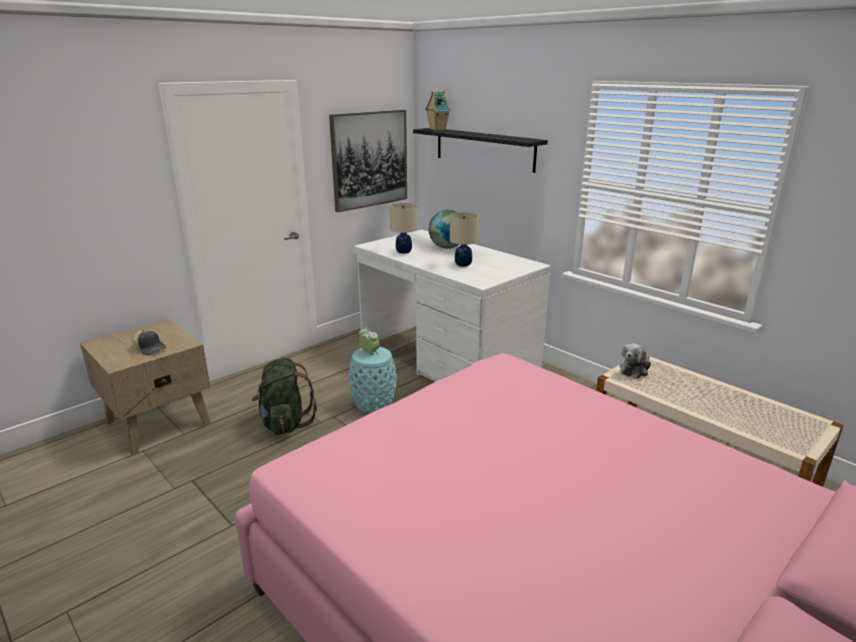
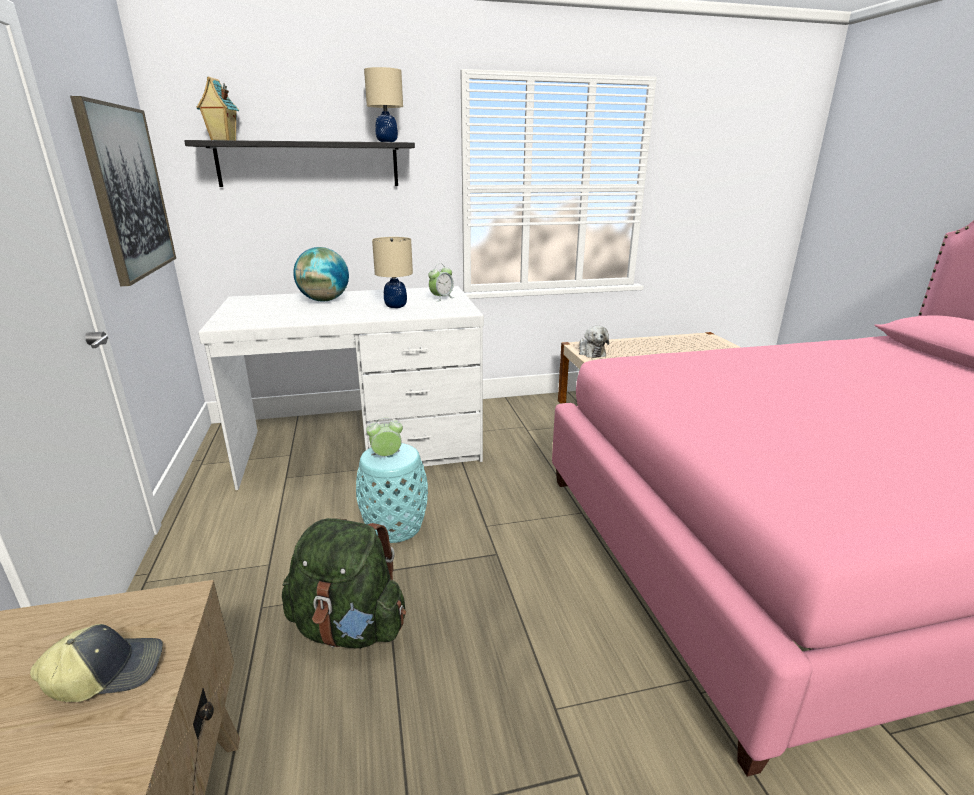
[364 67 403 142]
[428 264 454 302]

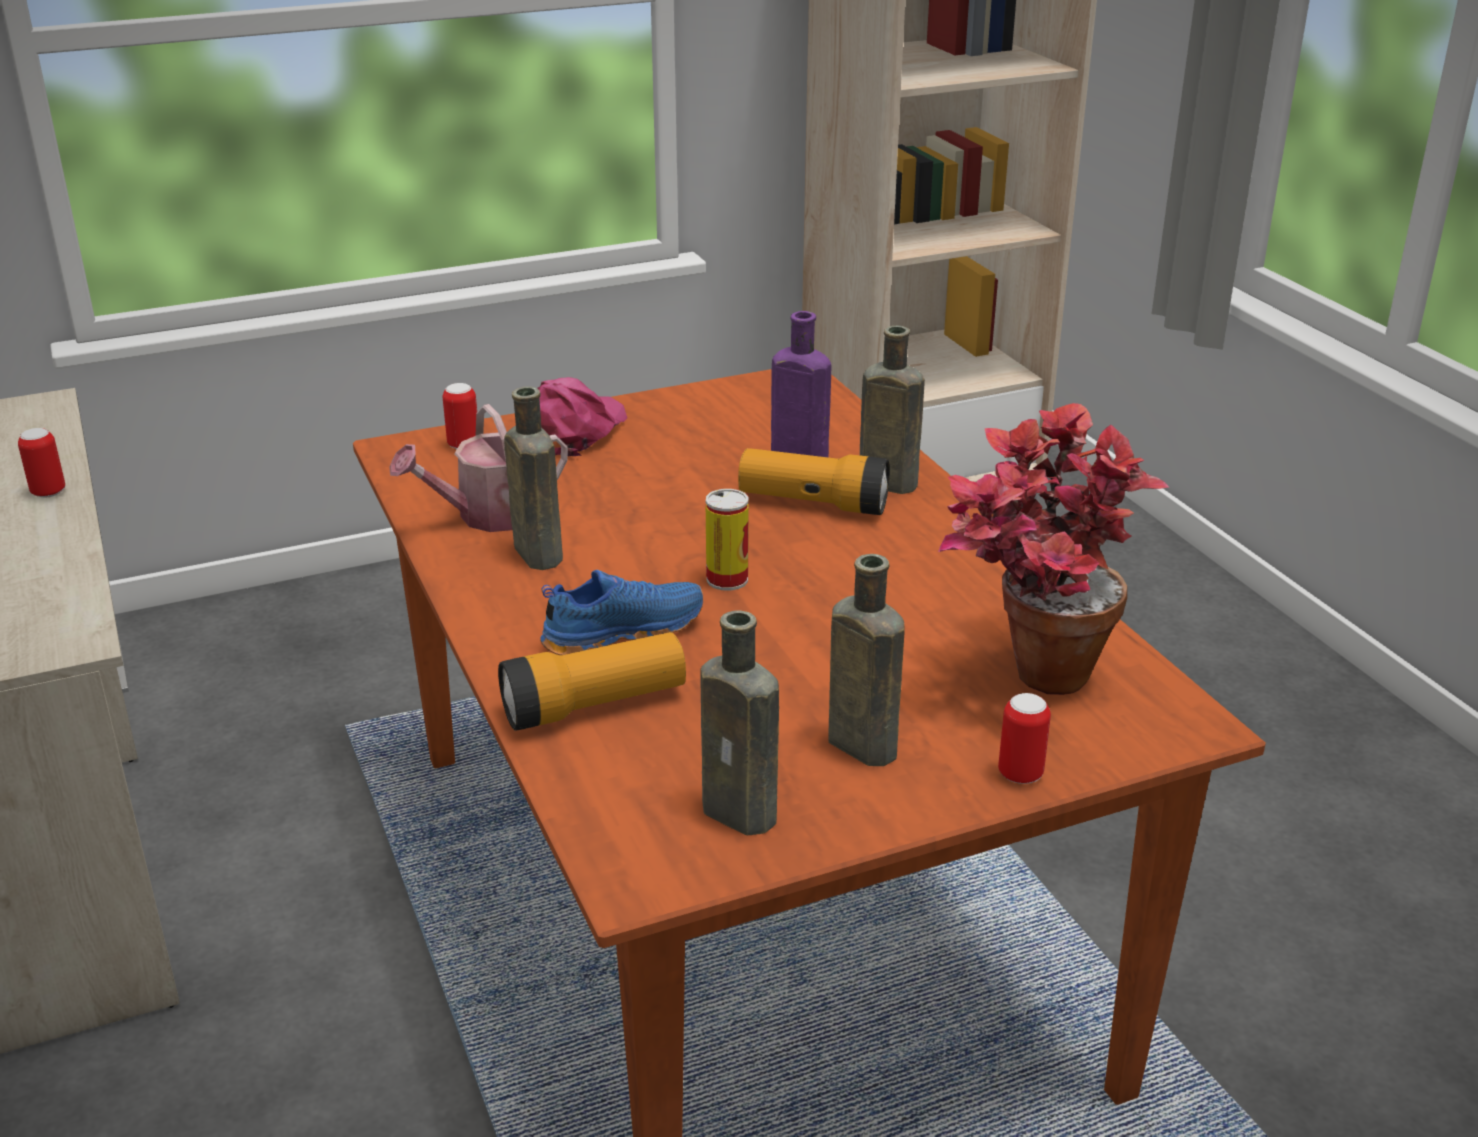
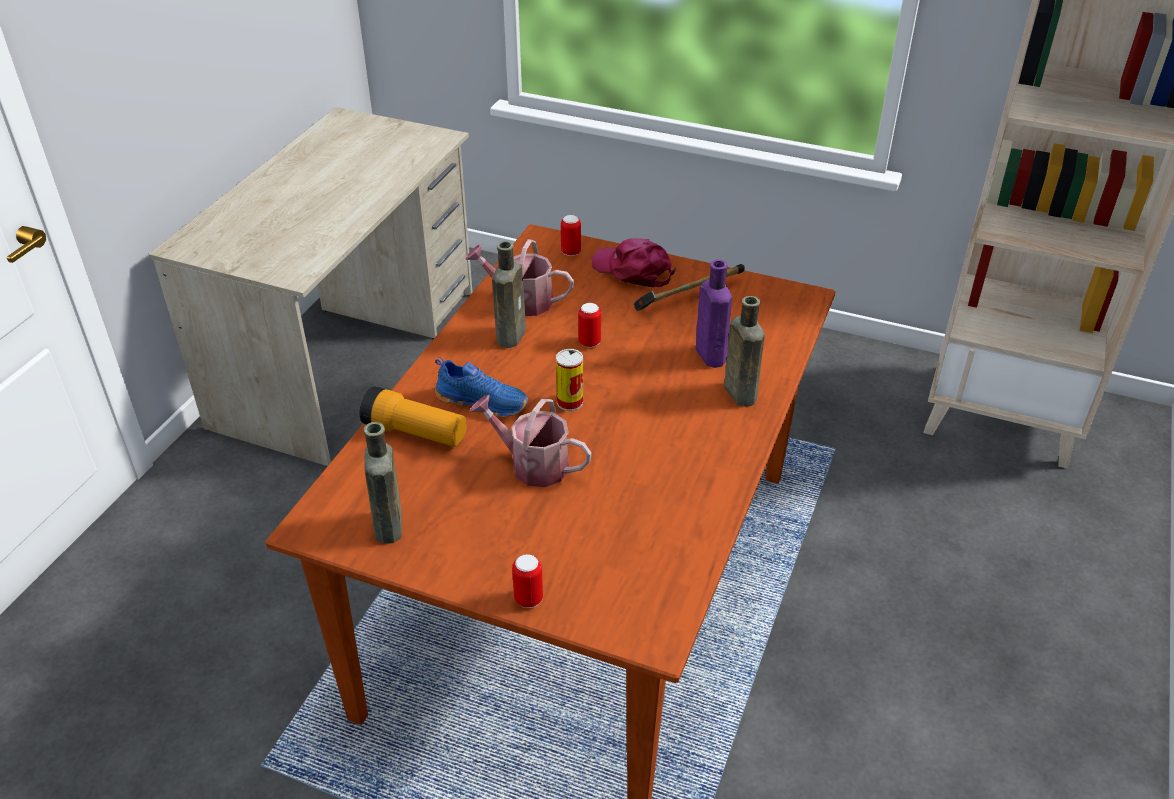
[469 395 592 487]
[578 303 601 347]
[591 238 676 287]
[634 264 745 311]
[738 448 890 515] (first image)
[828 554 905 766] (first image)
[938 403 1169 695] (first image)

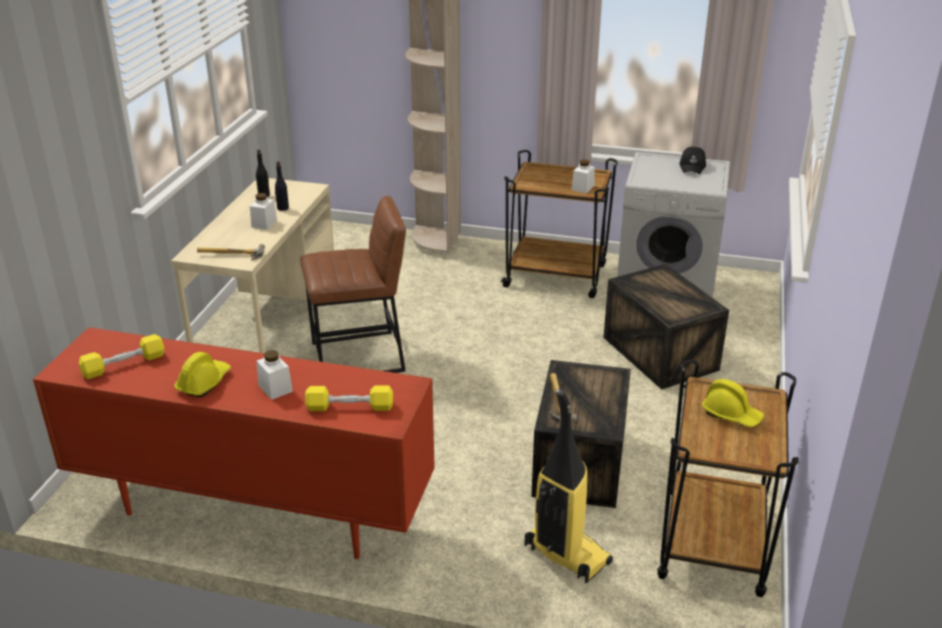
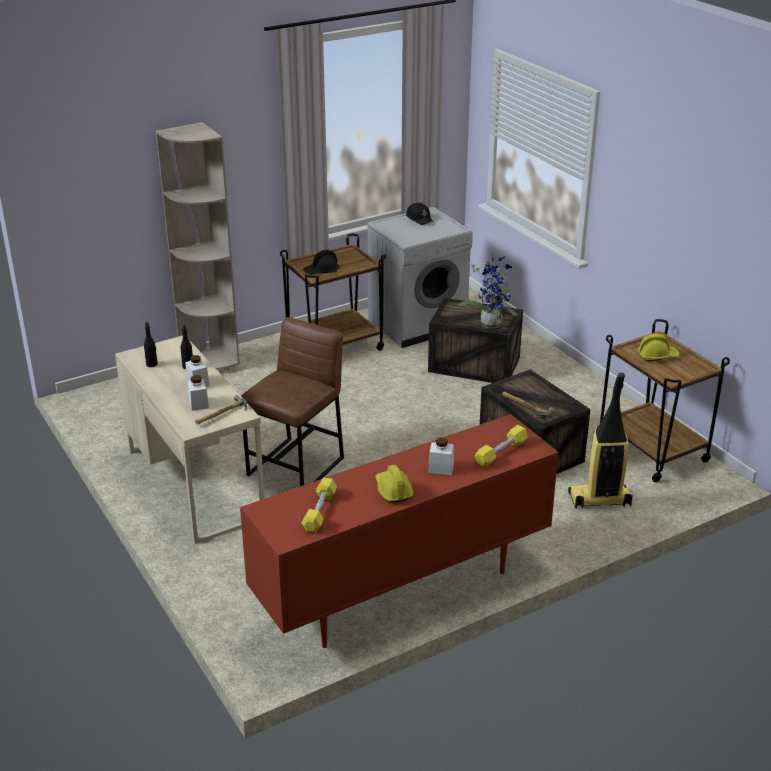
[187 375 209 411]
[303 250 339 275]
[458 255 517 329]

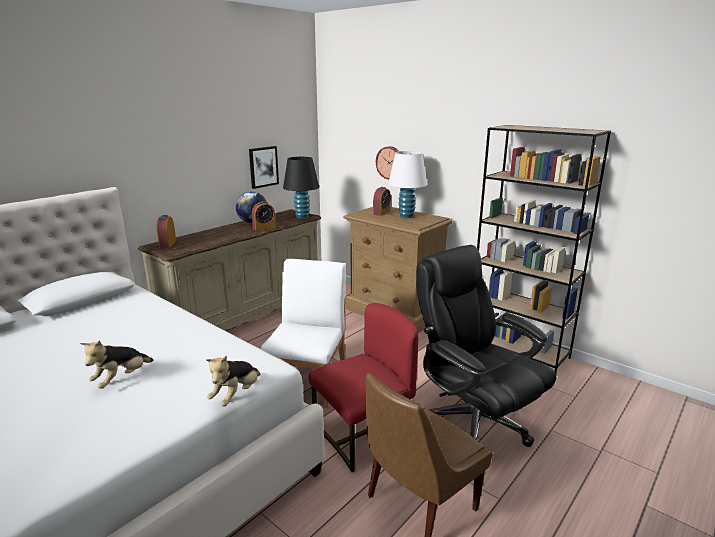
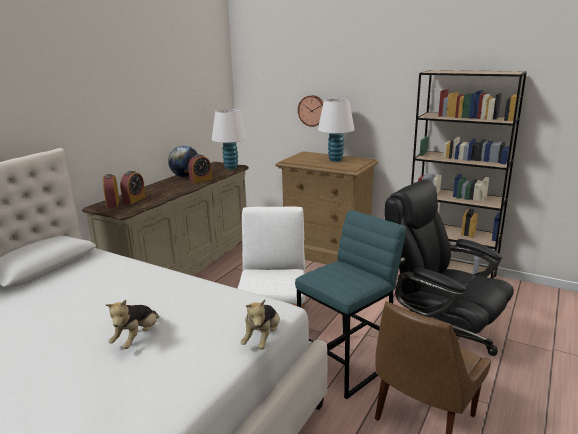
[120 171 146 204]
[212 109 247 169]
[295 211 406 399]
[249 146 279 189] (first image)

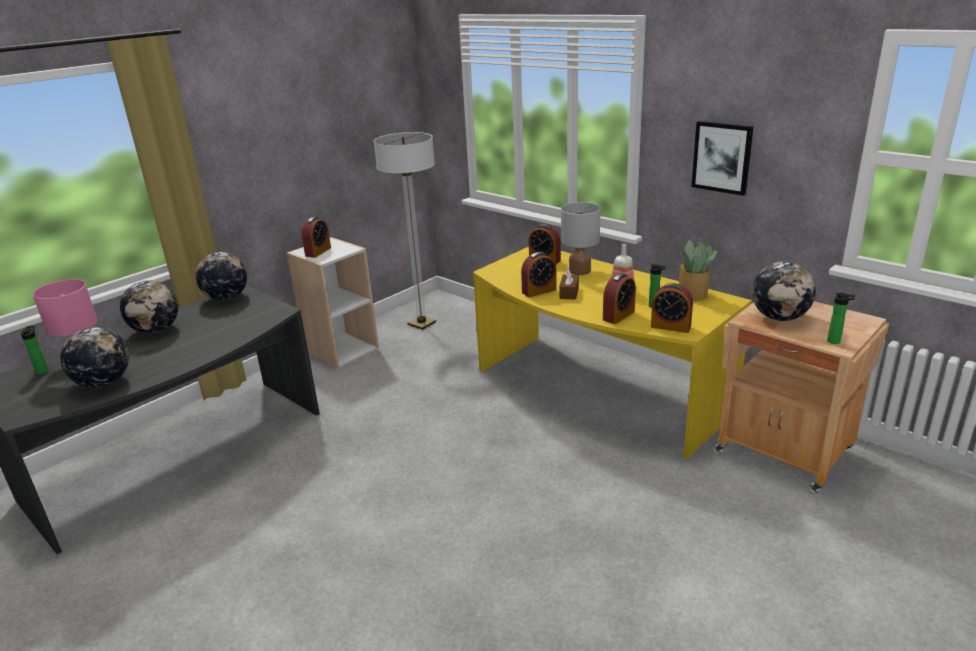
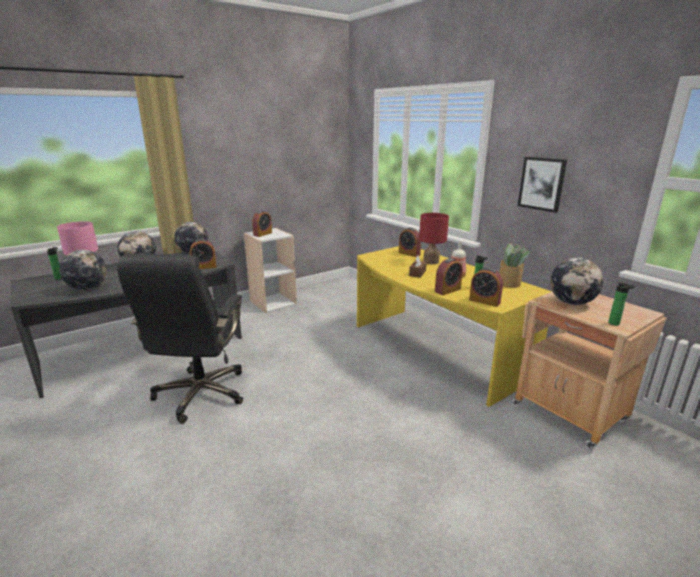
[117 253 243 424]
[190 239 216 269]
[419 213 449 264]
[374 132 436 330] (first image)

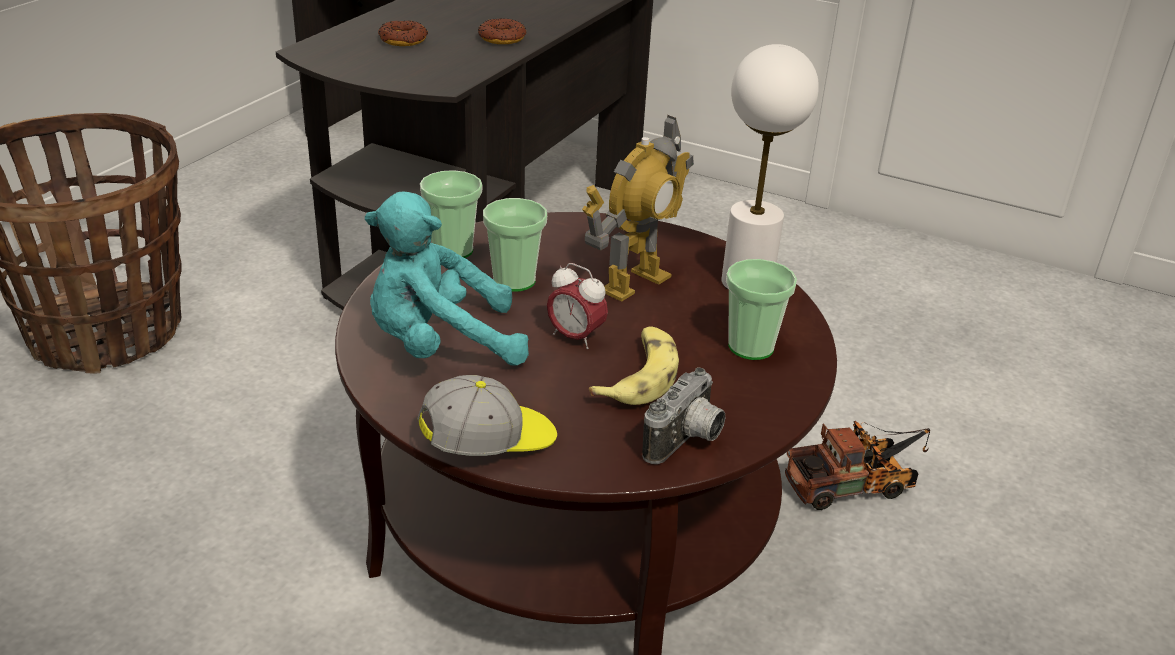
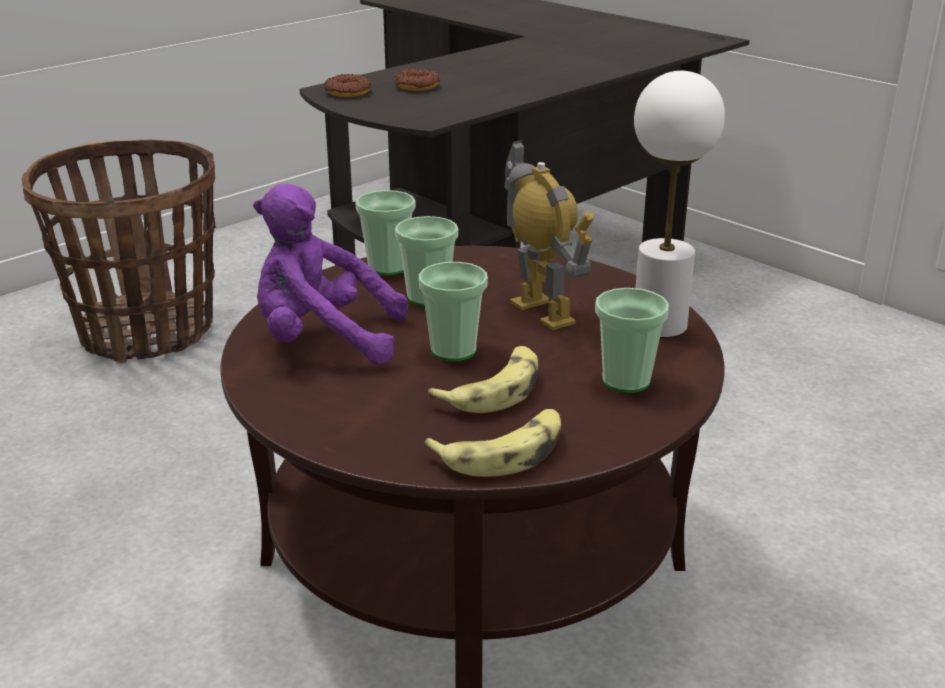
[253 184 408 364]
[324 74 371 97]
[419 262 488 361]
[424 409 561 477]
[504 140 594 330]
[418 375 557 456] (first image)
[785 421 930 510] (first image)

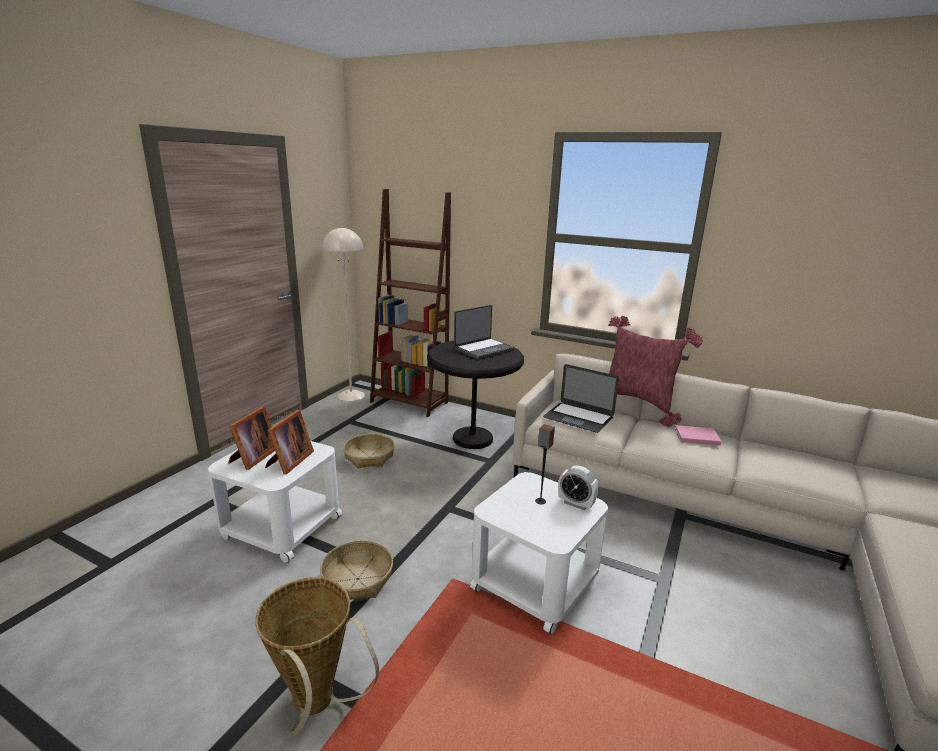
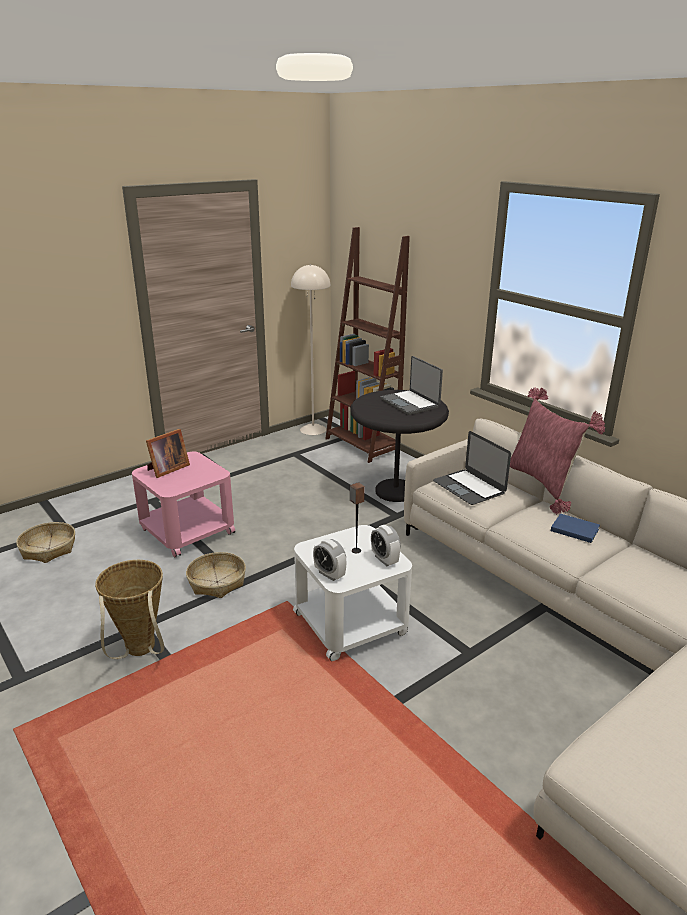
[16 522 75 563]
[132 452 235 558]
[313 539 346 581]
[380 356 443 415]
[551 513 600 543]
[265 410 314 474] (first image)

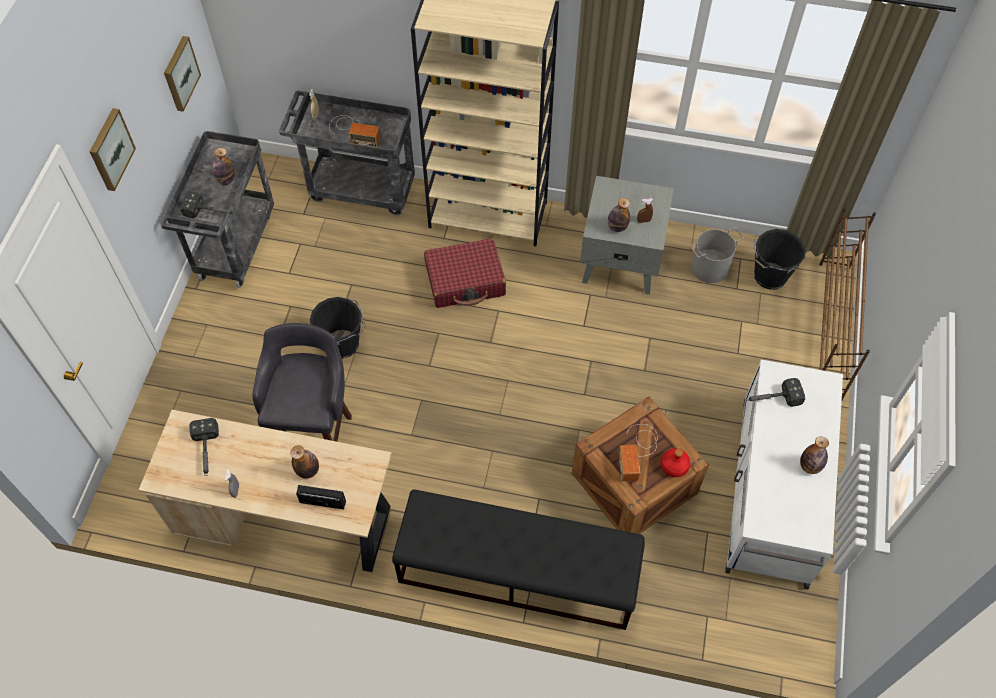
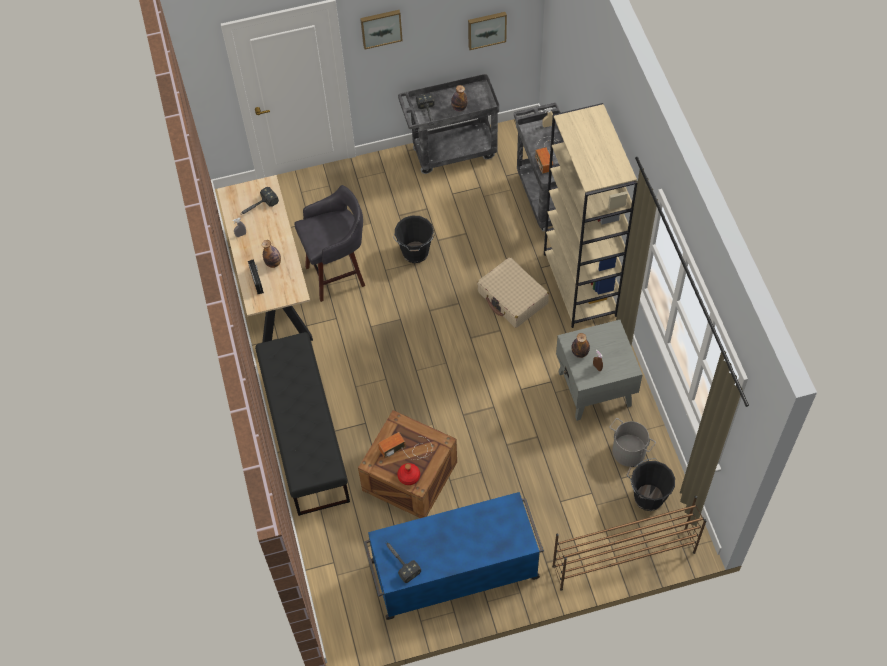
[364 492 544 620]
[385 542 421 583]
[477 257 549 328]
[800 436 829 474] (first image)

